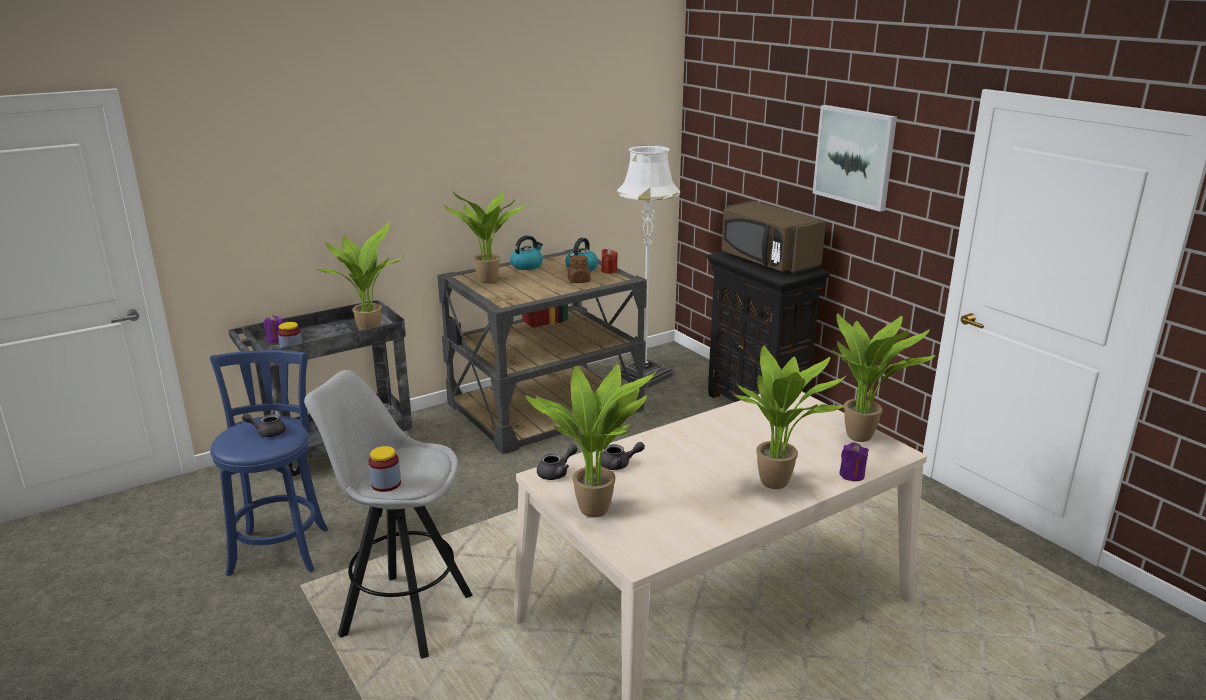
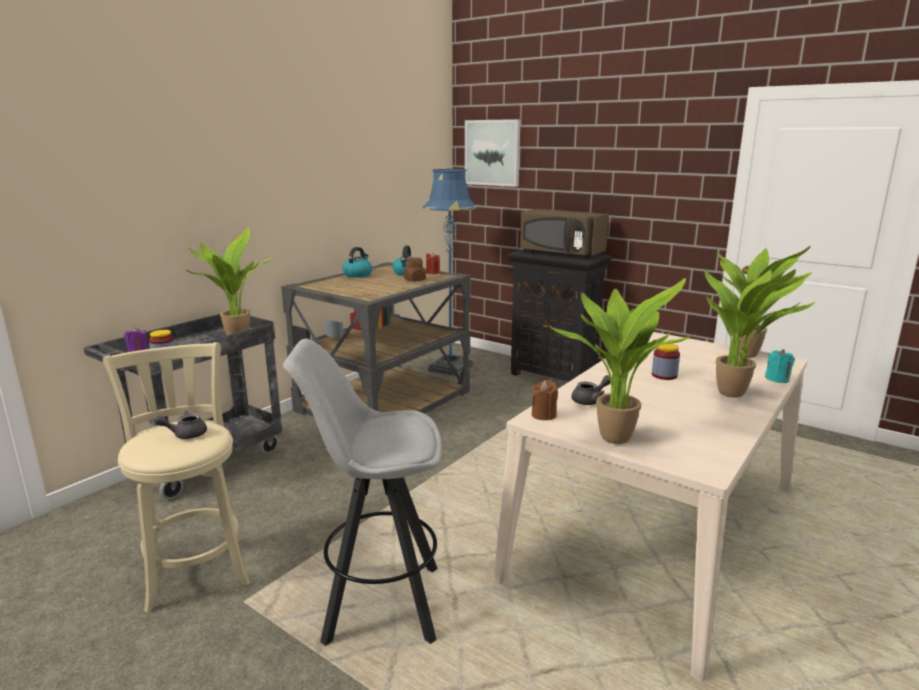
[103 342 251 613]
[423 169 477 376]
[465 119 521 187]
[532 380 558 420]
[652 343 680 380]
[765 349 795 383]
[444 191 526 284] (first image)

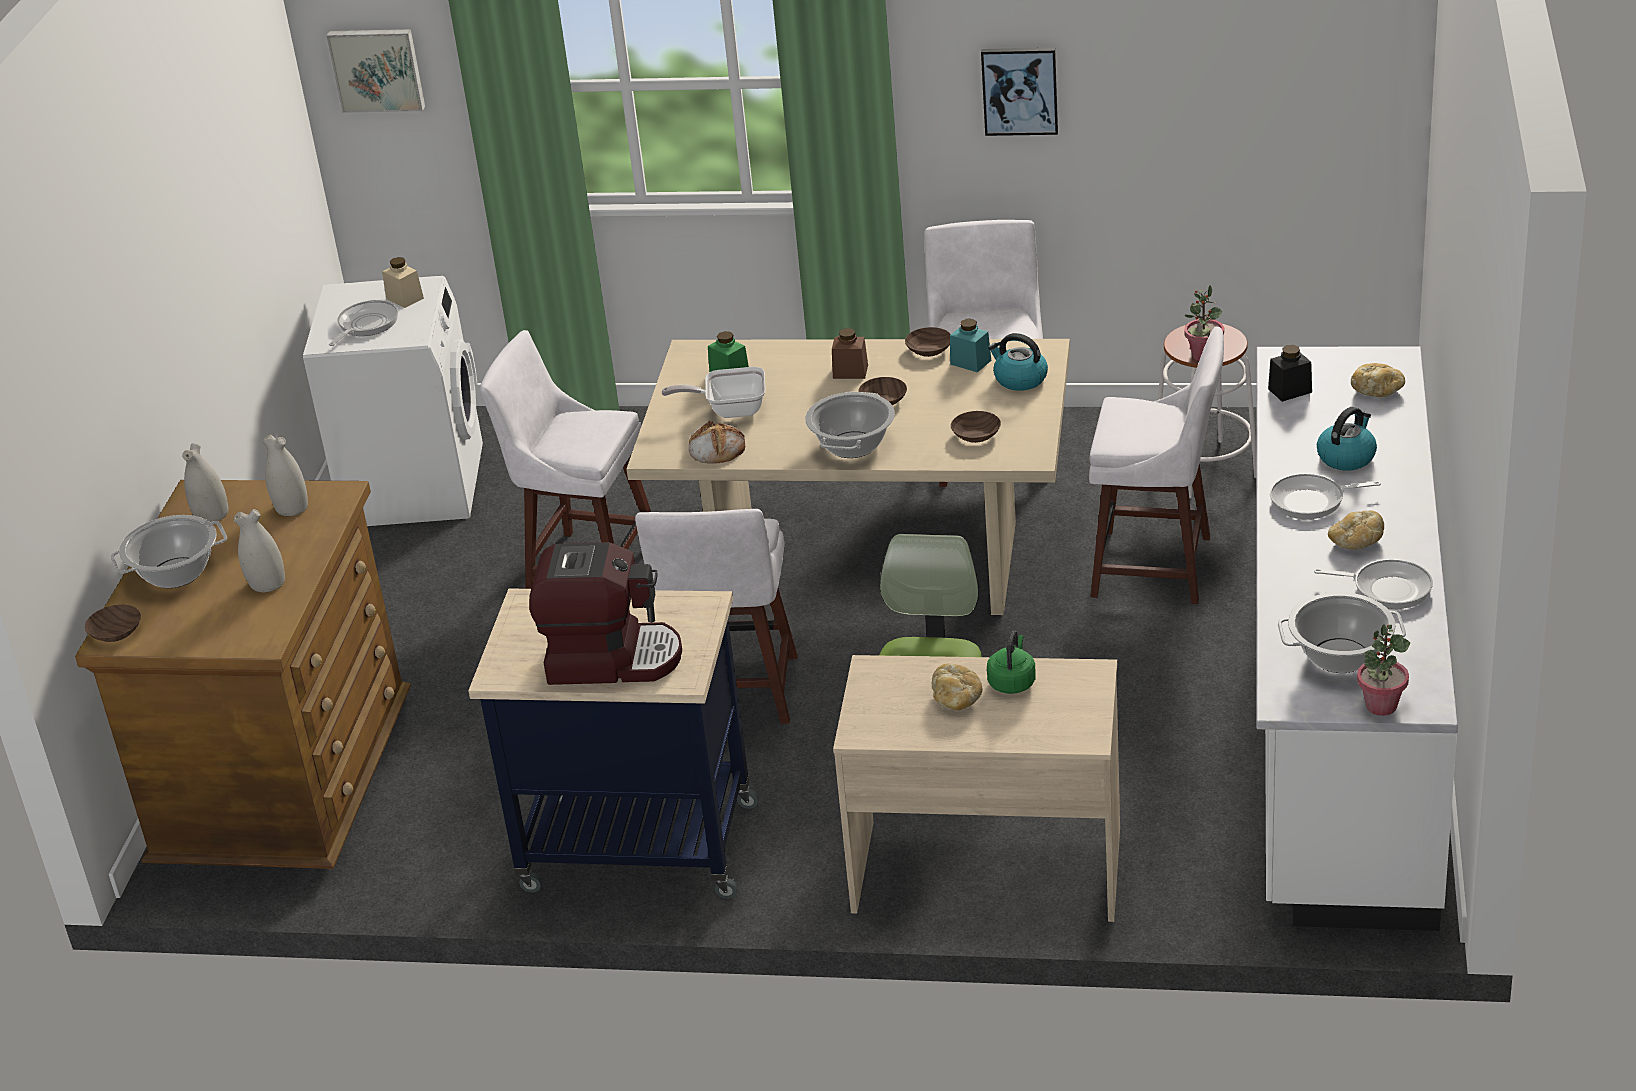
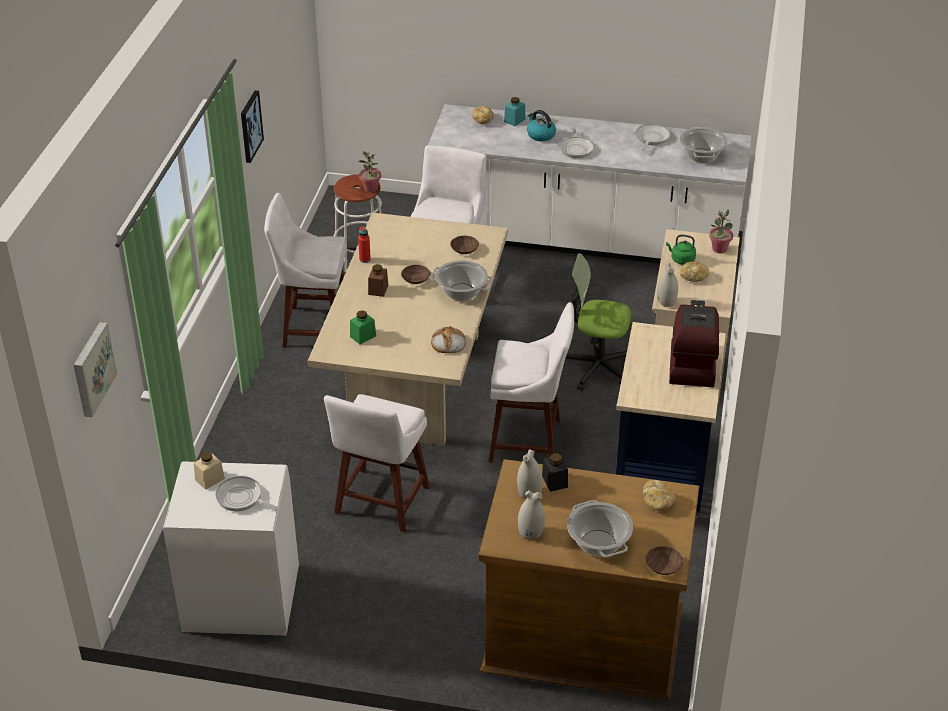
[358 226 371 263]
[504 97 526 126]
[542 453 568 492]
[643 480 676 511]
[657 263 678 307]
[709 209 733 253]
[662 367 765 418] (first image)
[988 333 1048 391] (first image)

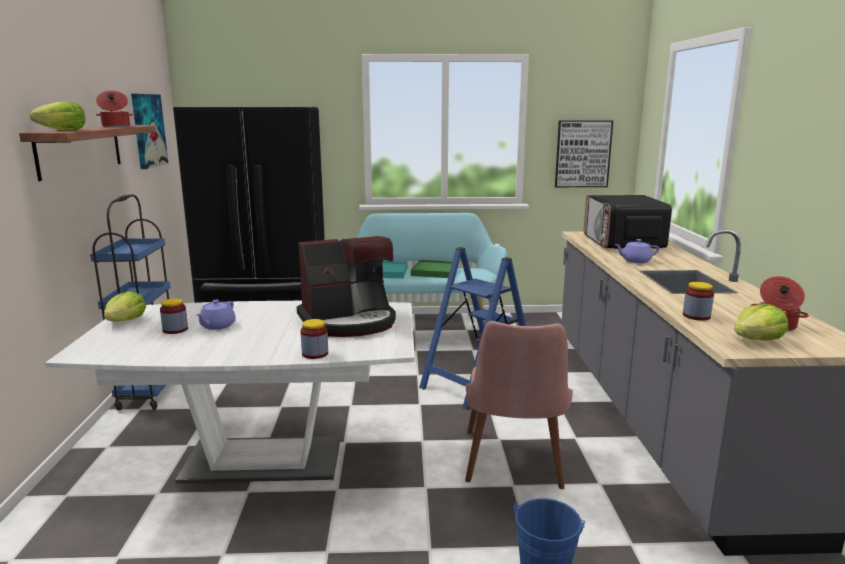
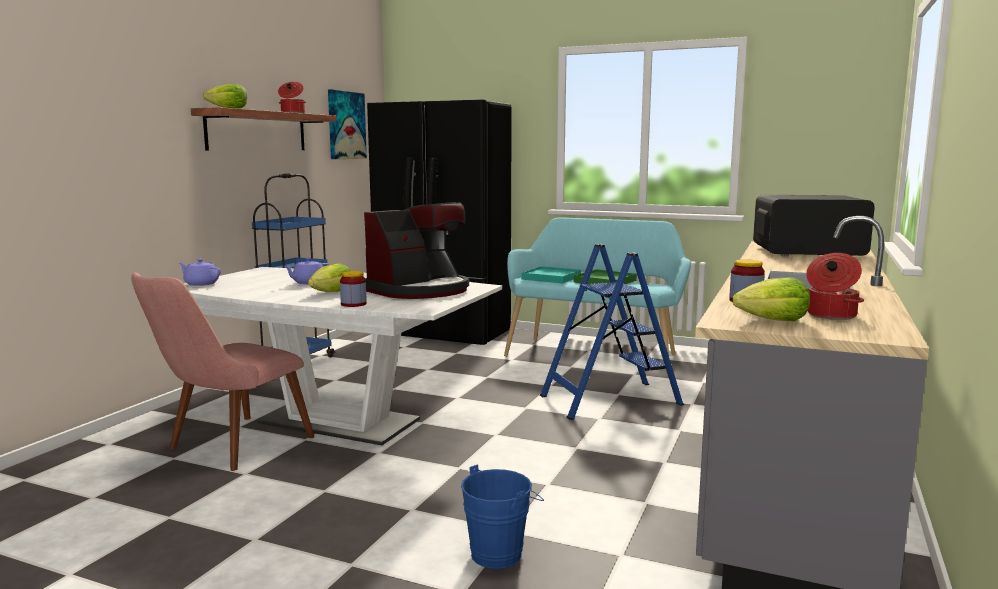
[131 272 314 471]
[179 259 221 286]
[308 263 351 292]
[364 202 469 299]
[753 195 875 257]
[160 298 188 334] (first image)
[555 120 613 187] (first image)

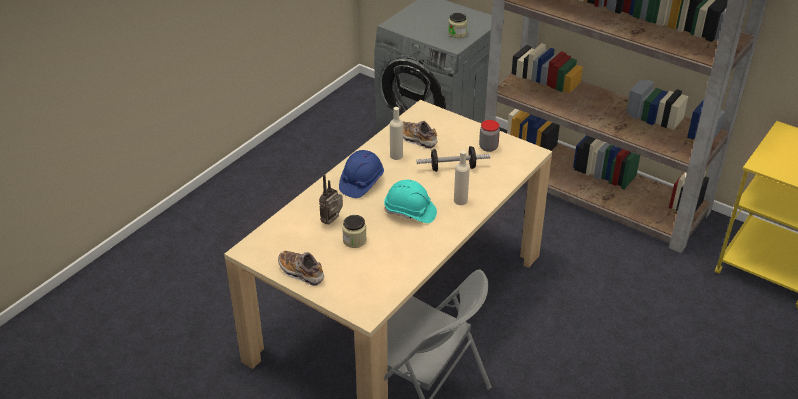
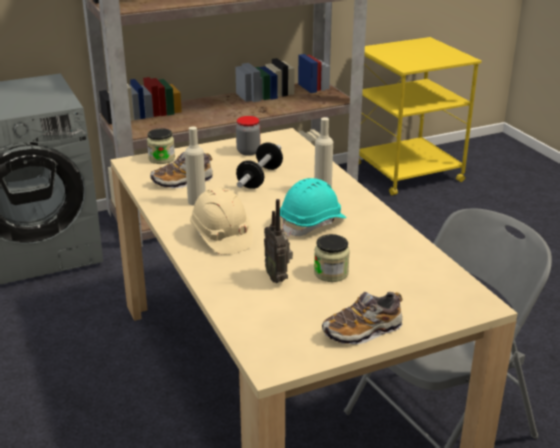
[147 128 175 164]
[190 187 253 255]

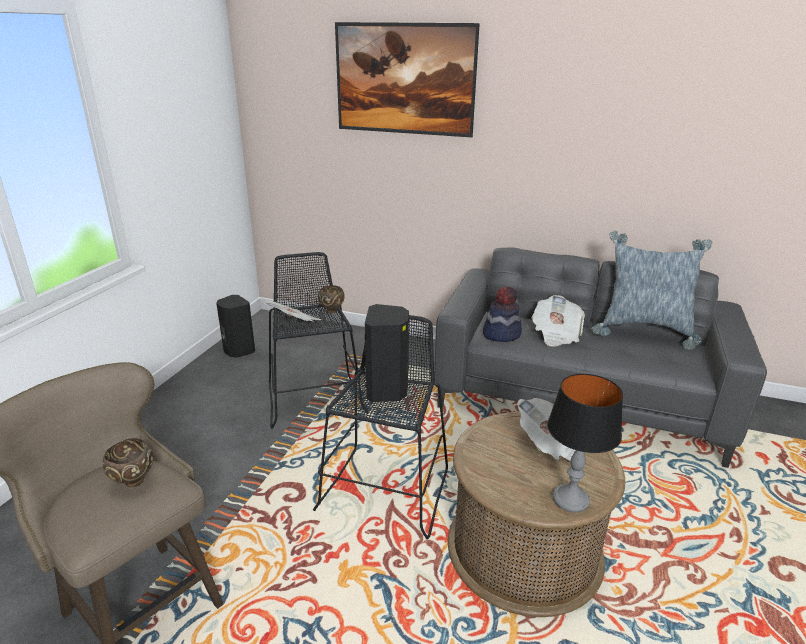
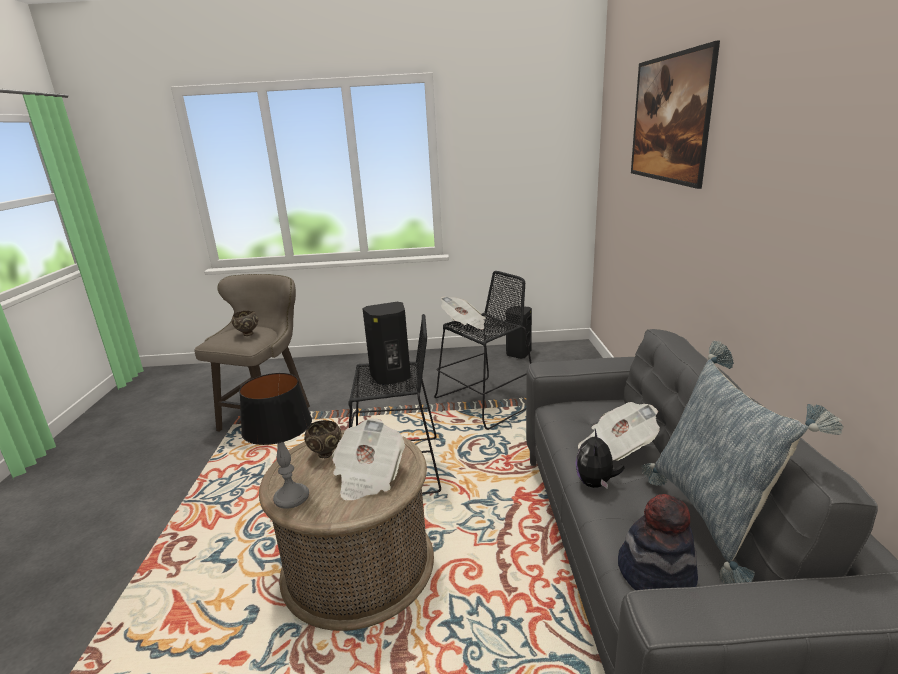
[304 420 342 458]
[575 429 625 489]
[618 494 698 590]

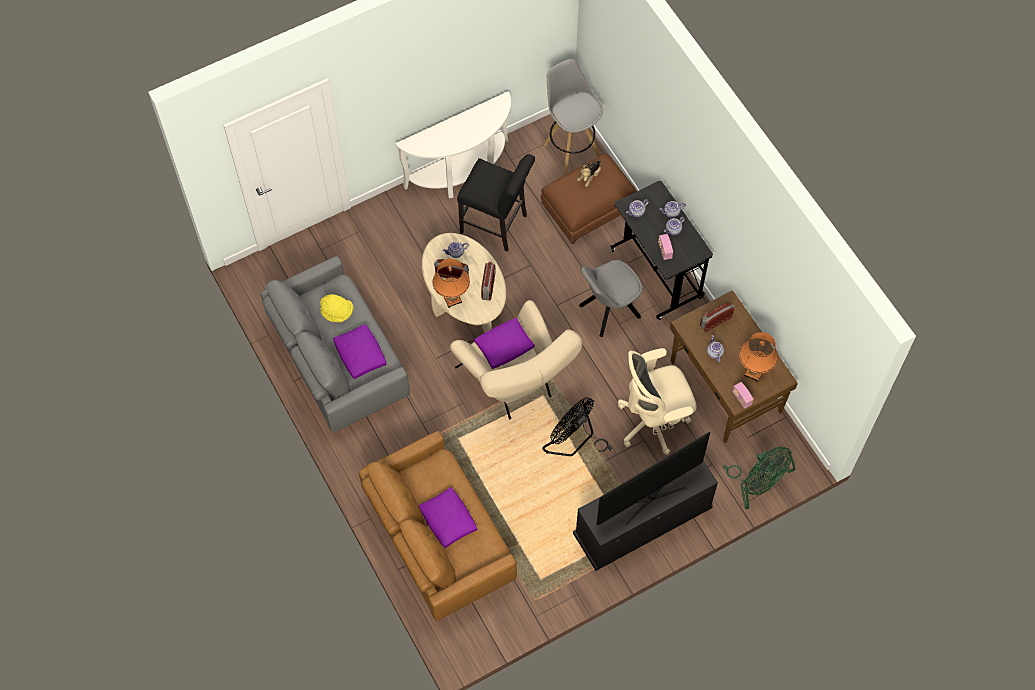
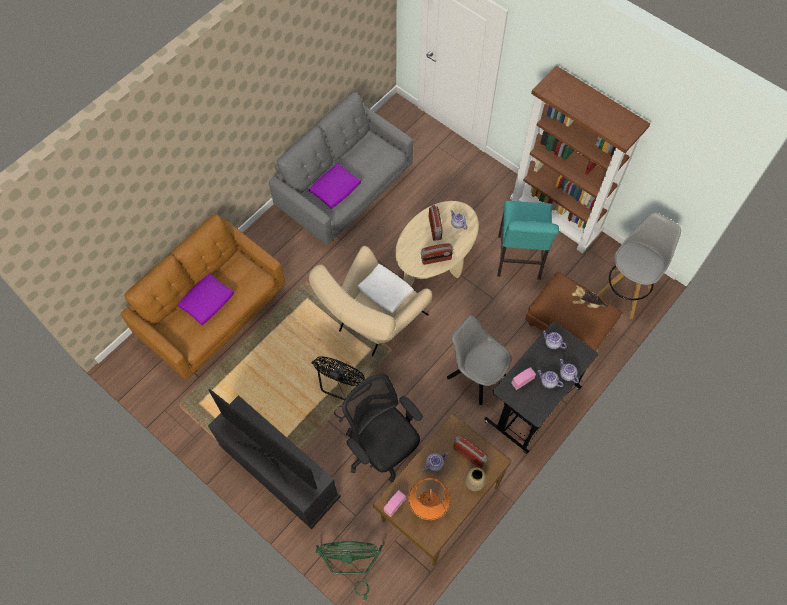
[316 541 383 600]
[342 373 423 482]
[357 264 414 314]
[465 467 486 491]
[497 201 559 280]
[510 66 650 253]
[320 294 353 322] (first image)
[433 259 470 308] (first image)

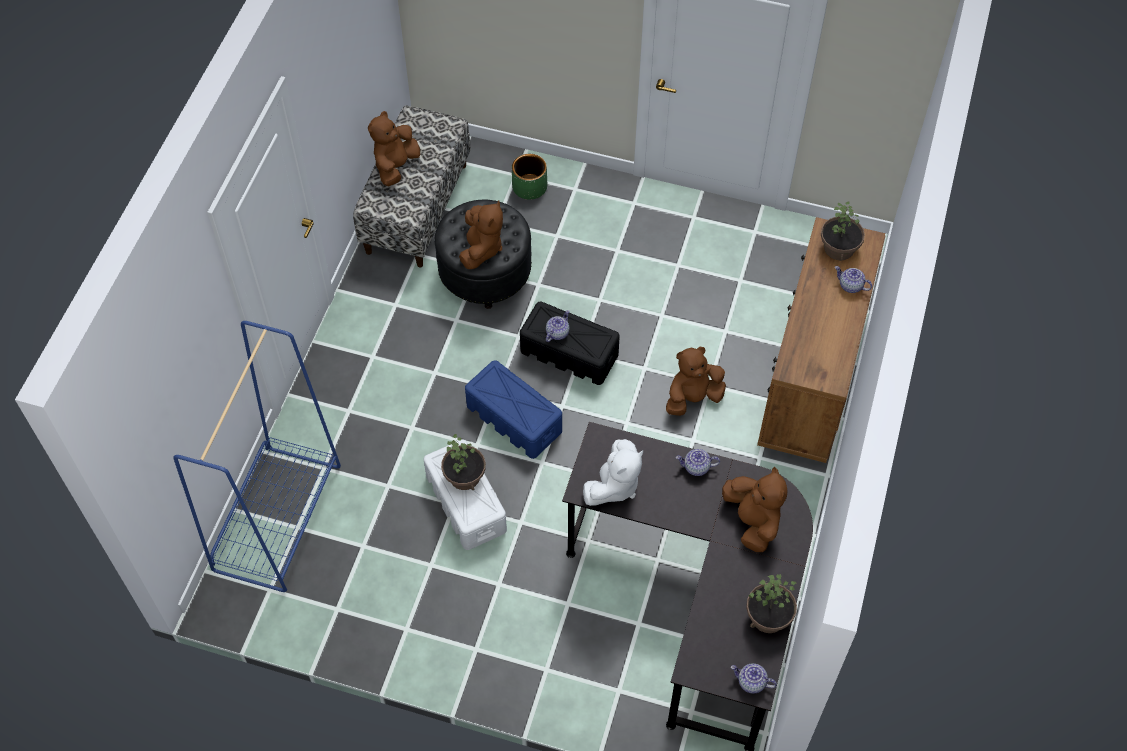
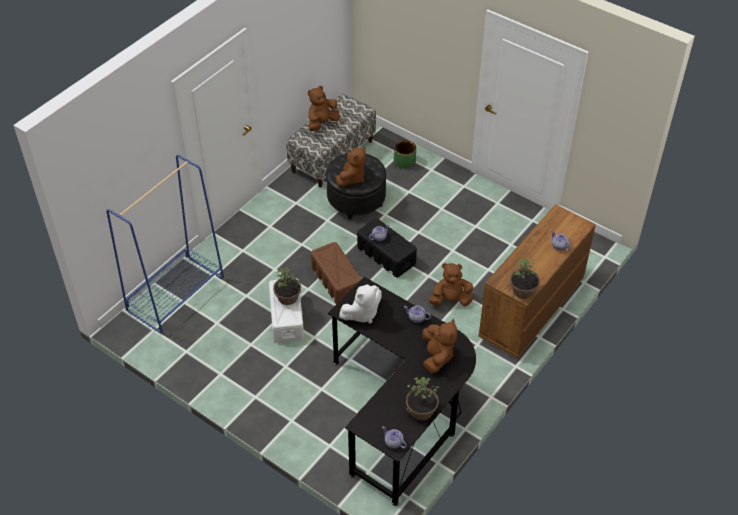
[311 242 362 304]
[510 257 540 299]

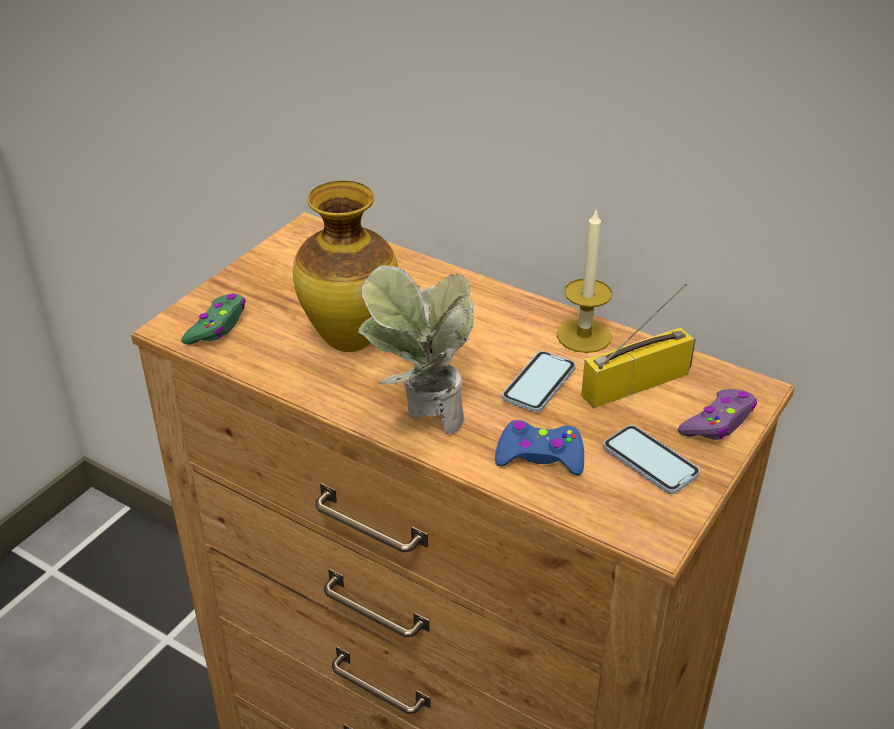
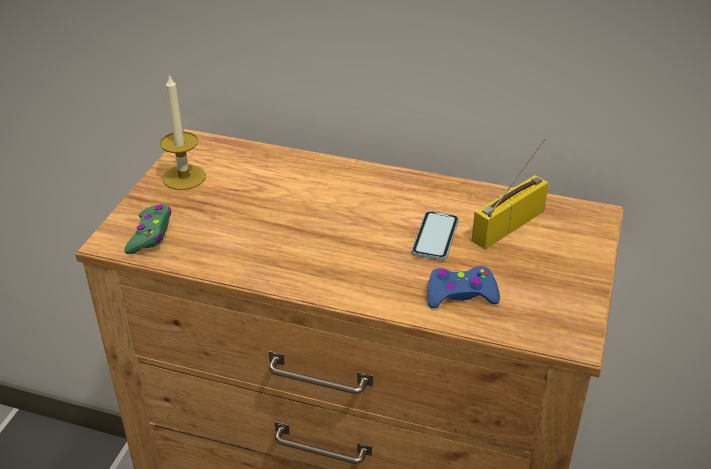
[160 74 206 190]
[293 181 398 352] (first image)
[358 265 475 434] (first image)
[603 425 700 494] (first image)
[678 389 757 440] (first image)

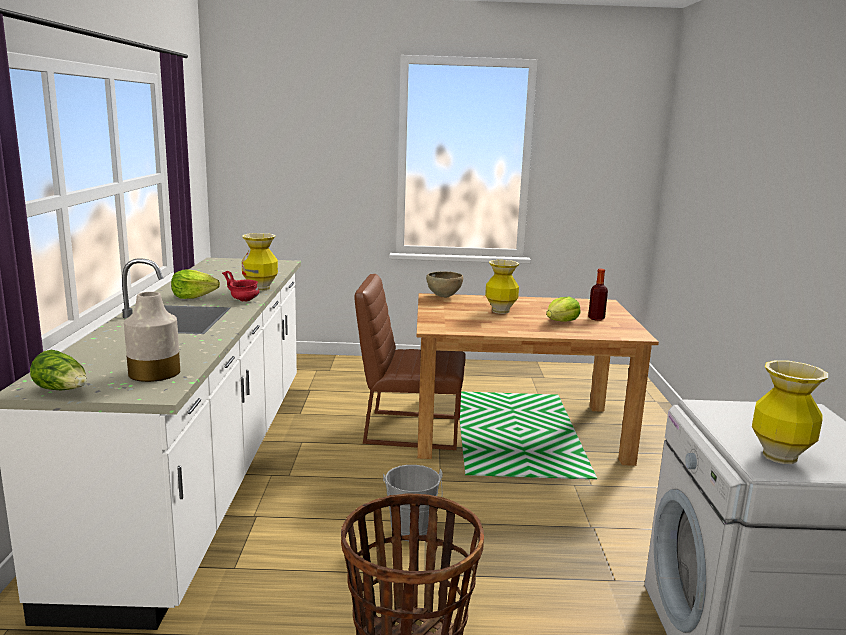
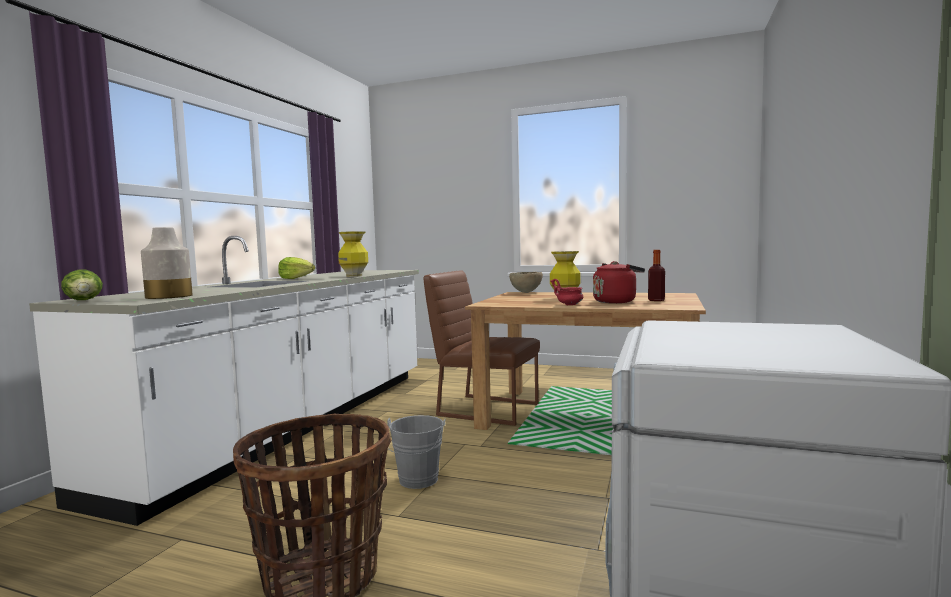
[550 279 583 305]
[593 261 645 303]
[752 360 828 464] (first image)

